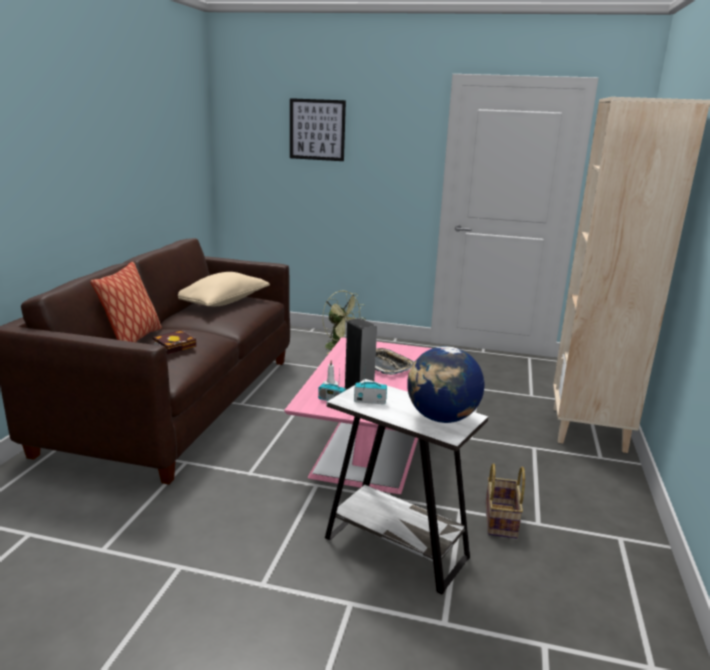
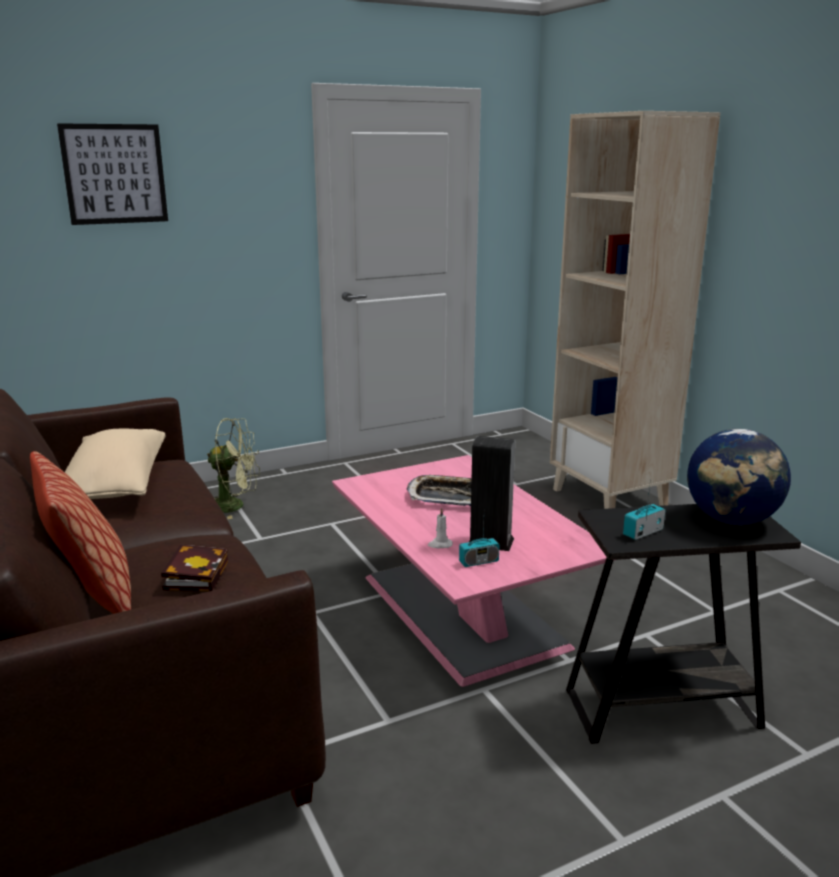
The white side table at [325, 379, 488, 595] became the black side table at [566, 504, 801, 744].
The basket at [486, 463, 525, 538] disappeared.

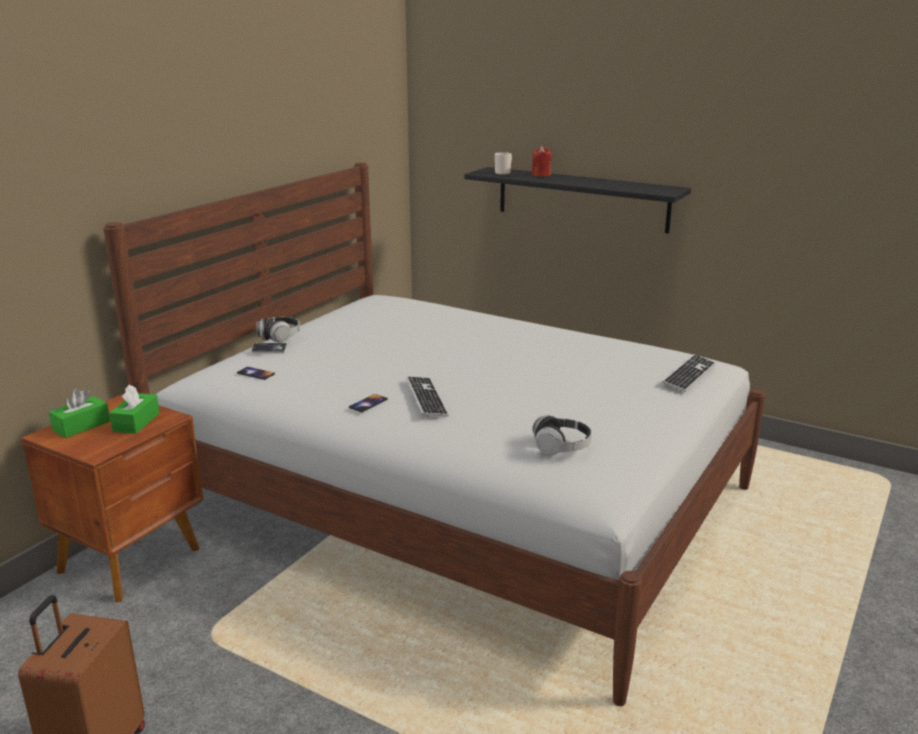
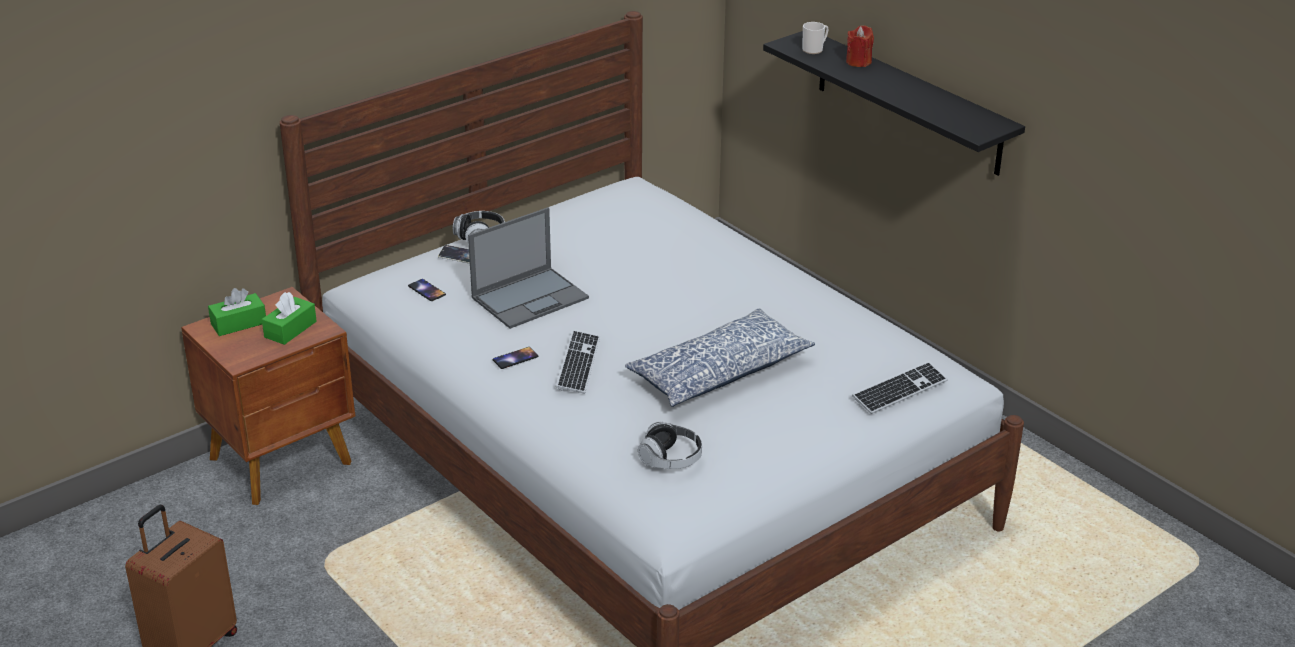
The laptop at [468, 207, 589, 329] appeared.
The pillow at [625, 309, 815, 407] appeared.

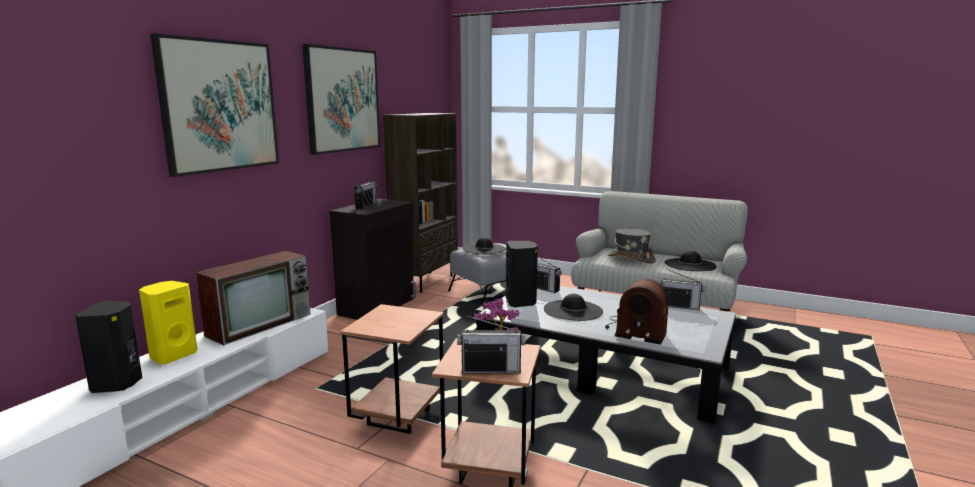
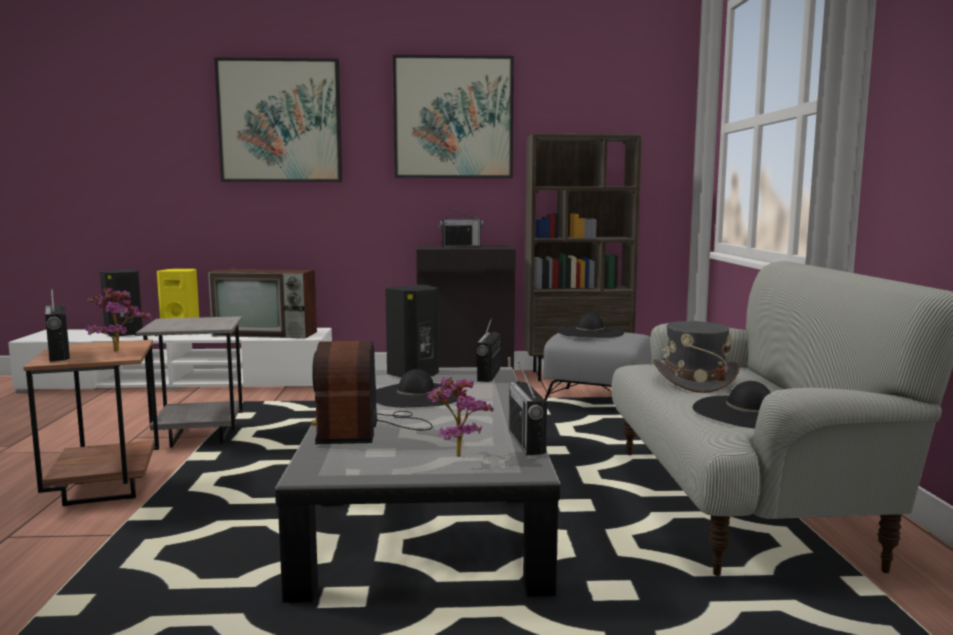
The brown side table at [340, 304, 444, 434] became the grey side table at [136, 316, 243, 448].
The potted plant at [425, 377, 494, 457] appeared.

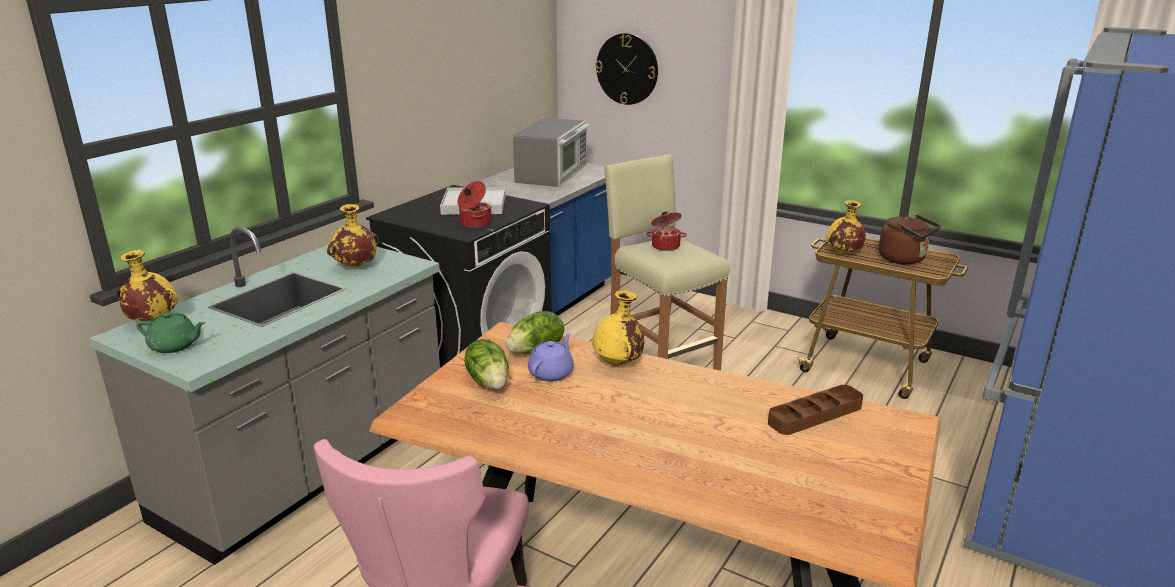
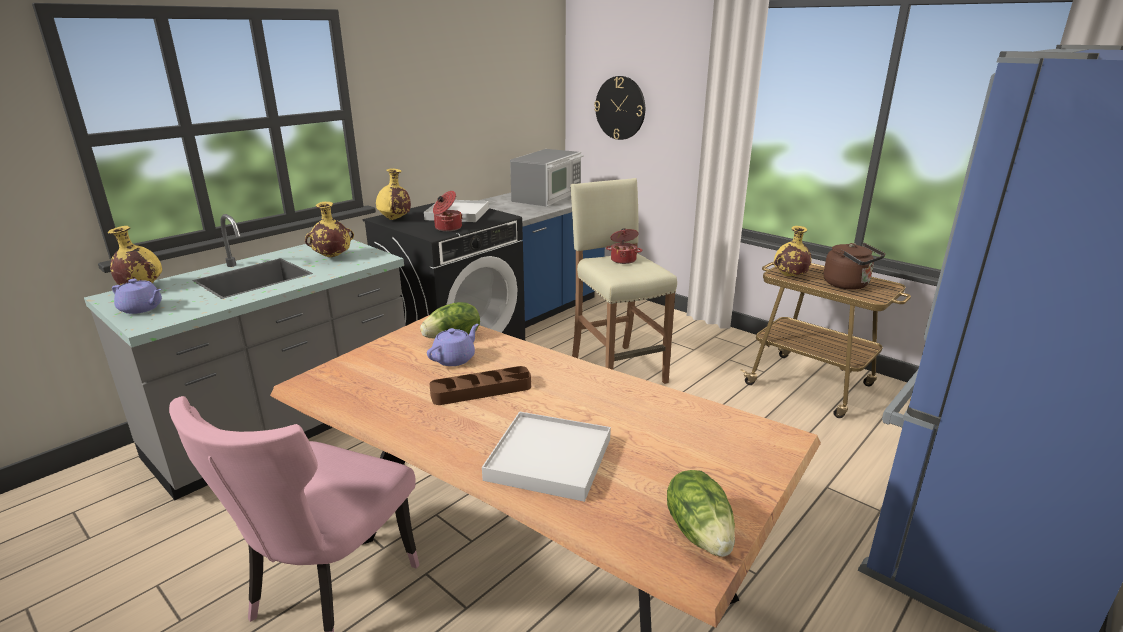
The yellow vase moved from [592, 290, 644, 366] to [376, 168, 411, 220].
The green teapot at [136, 312, 205, 353] became the purple teapot at [112, 279, 162, 314].
The lettuce moved from [464, 339, 509, 390] to [667, 470, 735, 557].
The brown tray moved from [768, 385, 863, 435] to [429, 366, 531, 405].
The white tray at [482, 412, 611, 502] appeared.

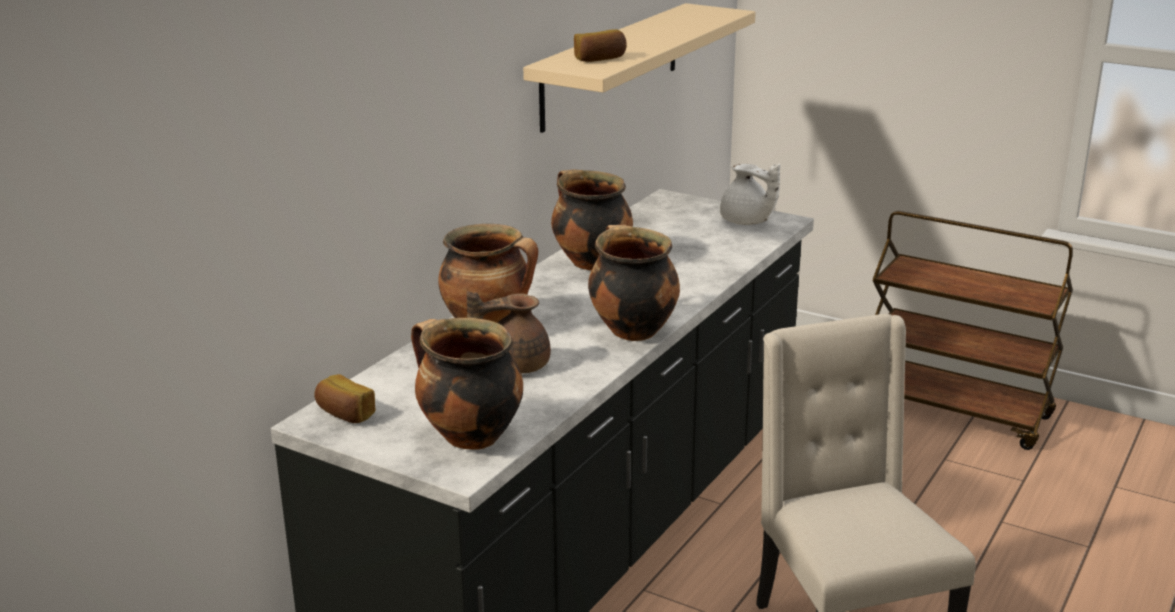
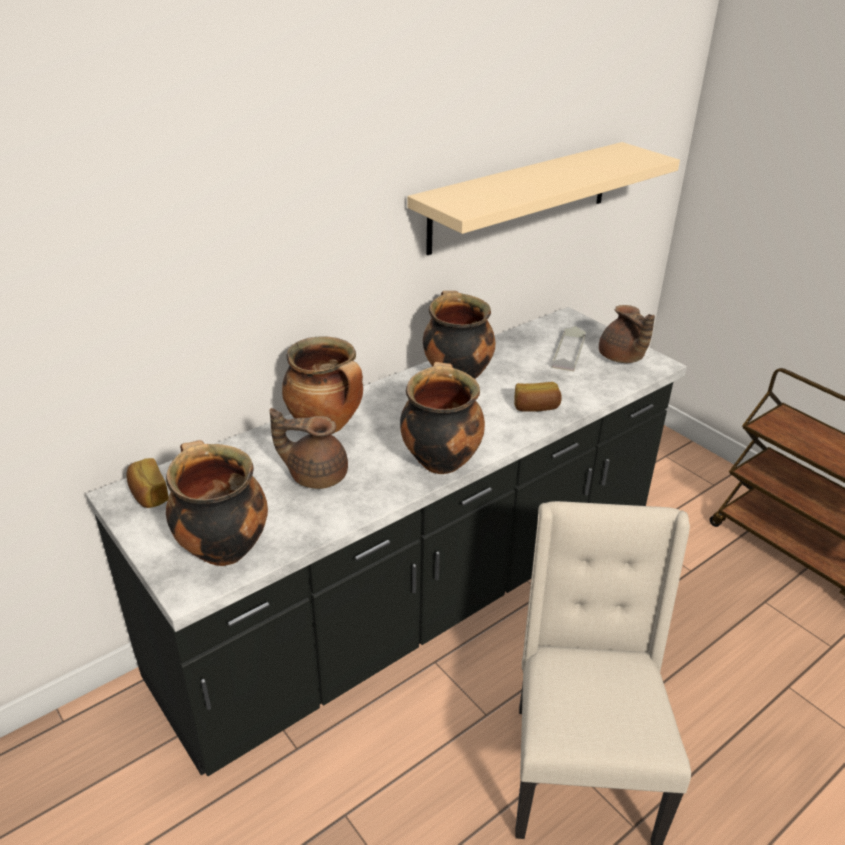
The bread moved from [574, 29, 626, 62] to [514, 382, 562, 412].
The white teapot at [720, 164, 780, 225] became the brown teapot at [599, 305, 655, 363].
The grey tray at [552, 326, 586, 371] appeared.

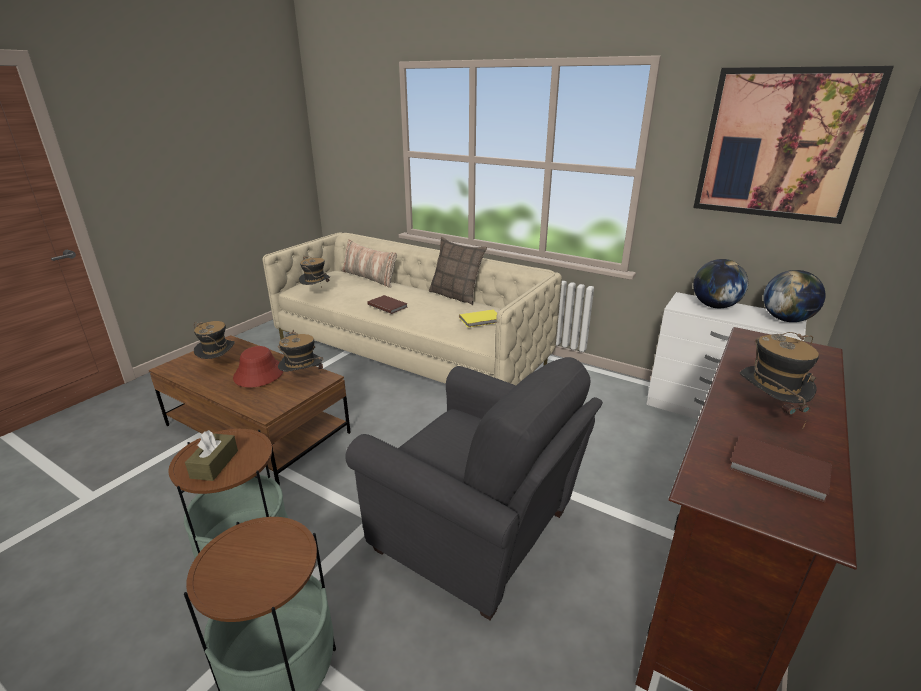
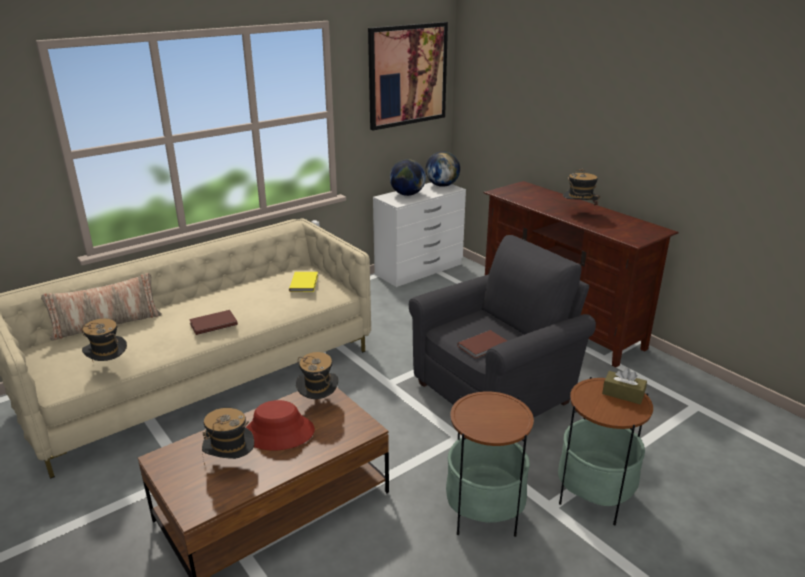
The pillow at [429, 237, 487, 305] disappeared.
The brown tissue box moved from [185, 430, 238, 481] to [602, 368, 647, 404].
The brown book moved from [728, 435, 832, 503] to [457, 330, 507, 359].

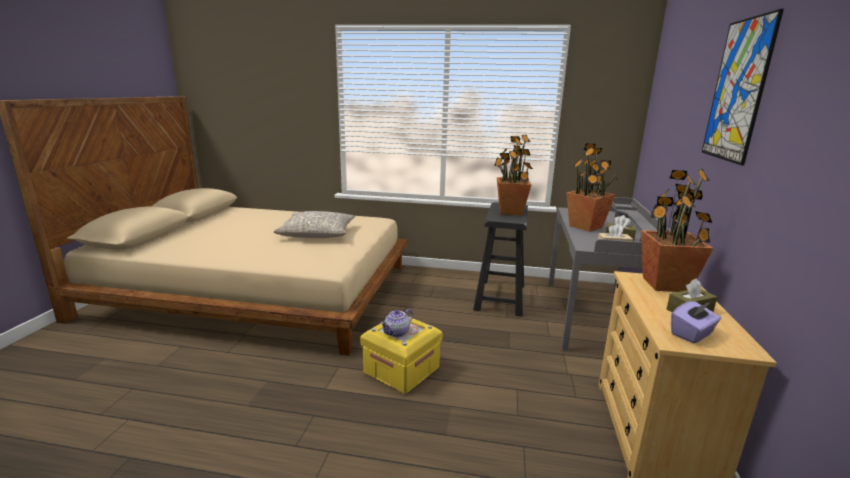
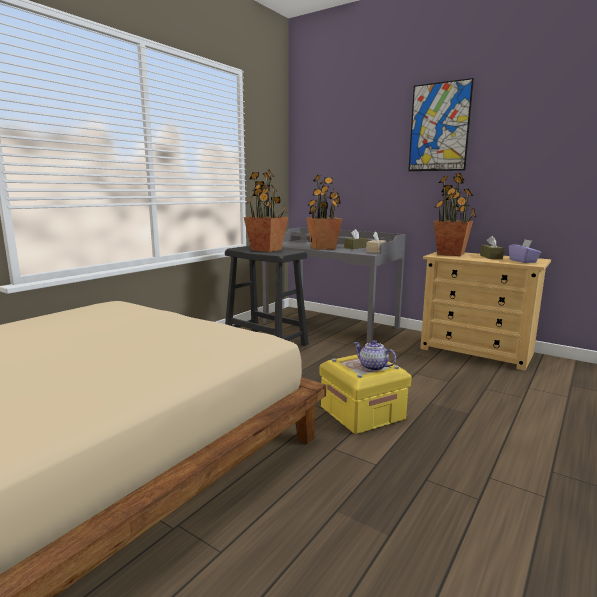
The grey pillow at [274, 211, 355, 238] disappeared.
The teapot at [380, 309, 413, 337] turned 150 degrees clockwise.

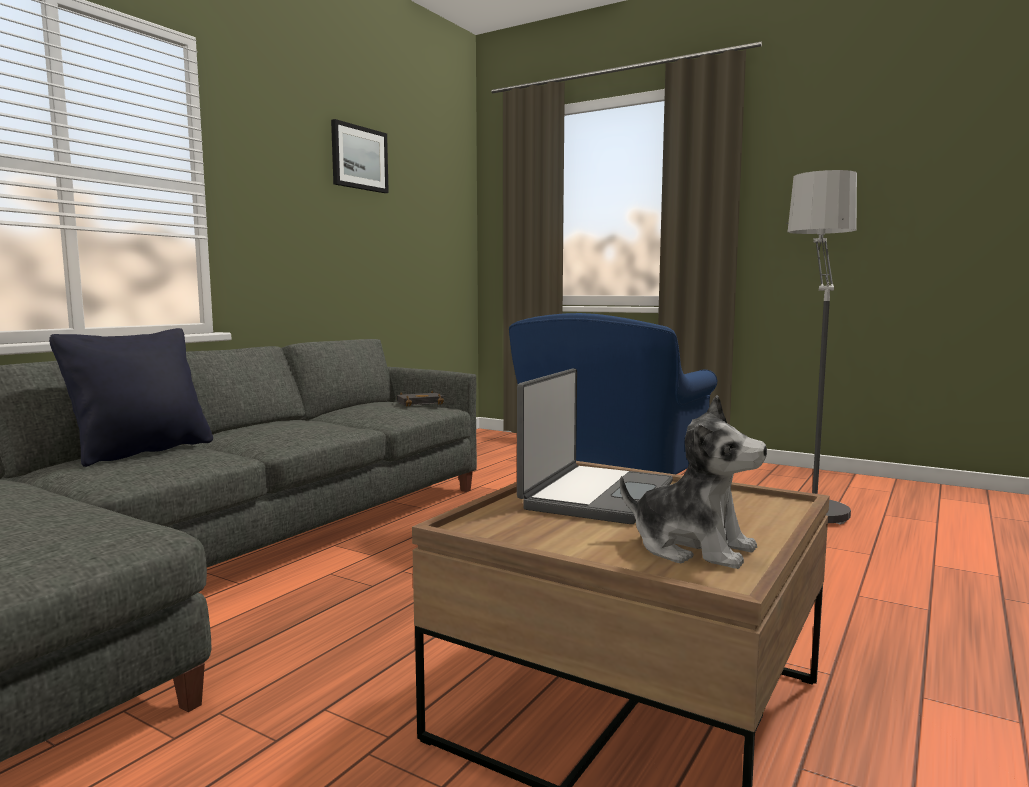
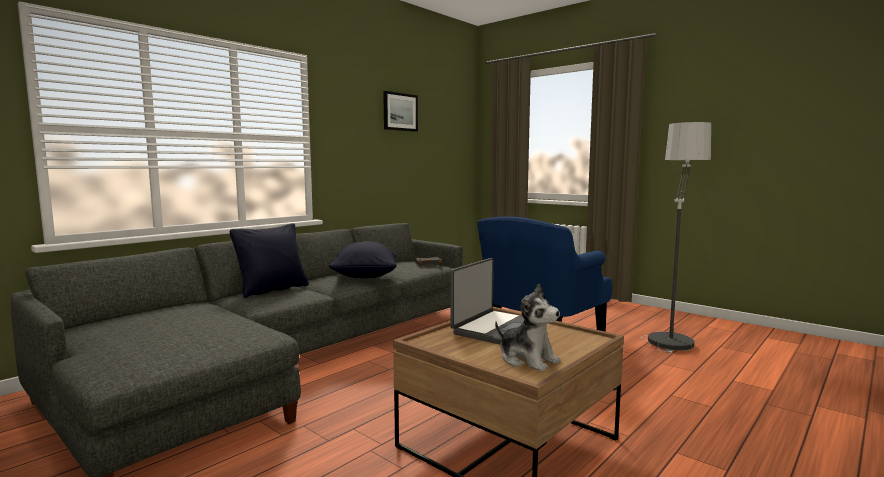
The black pillow at [329, 241, 397, 278] appeared.

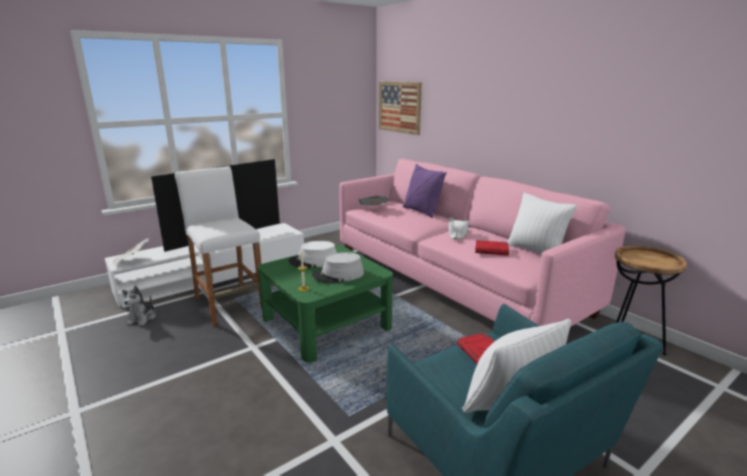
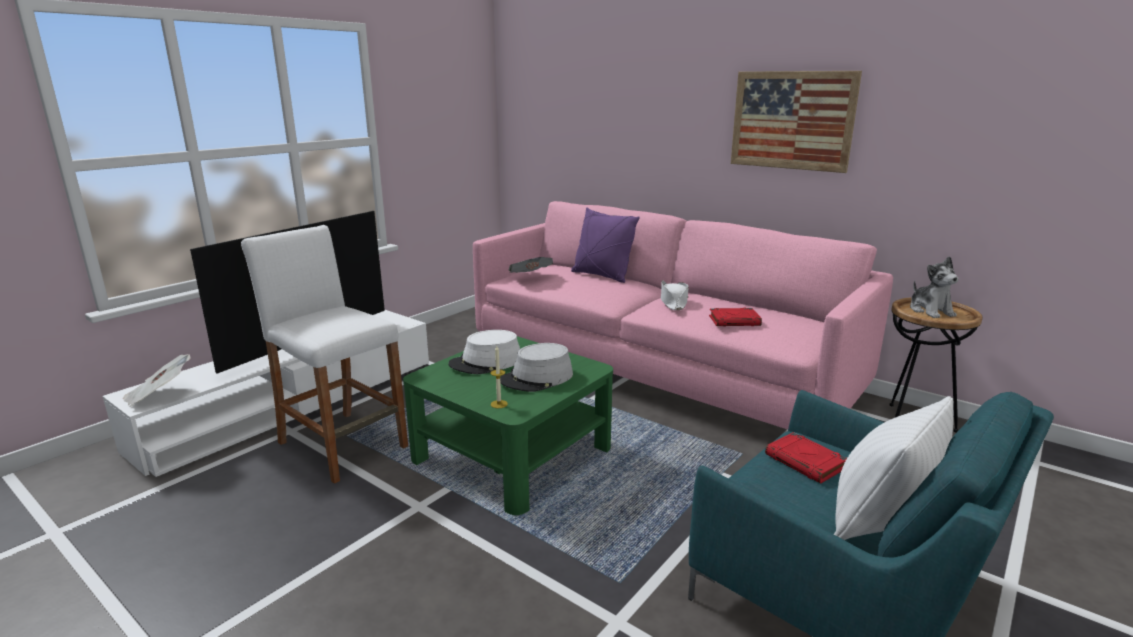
The picture moved from [379, 81, 422, 135] to [731, 71, 862, 173].
The white pillow at [507, 193, 577, 254] disappeared.
The plush toy moved from [122, 286, 156, 326] to [910, 256, 958, 318].

